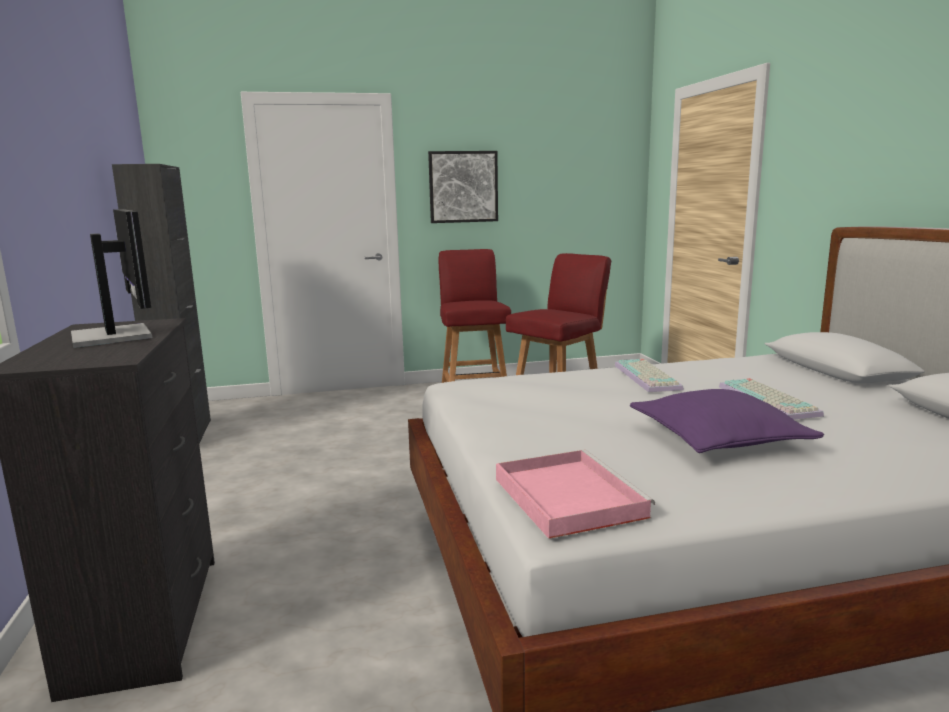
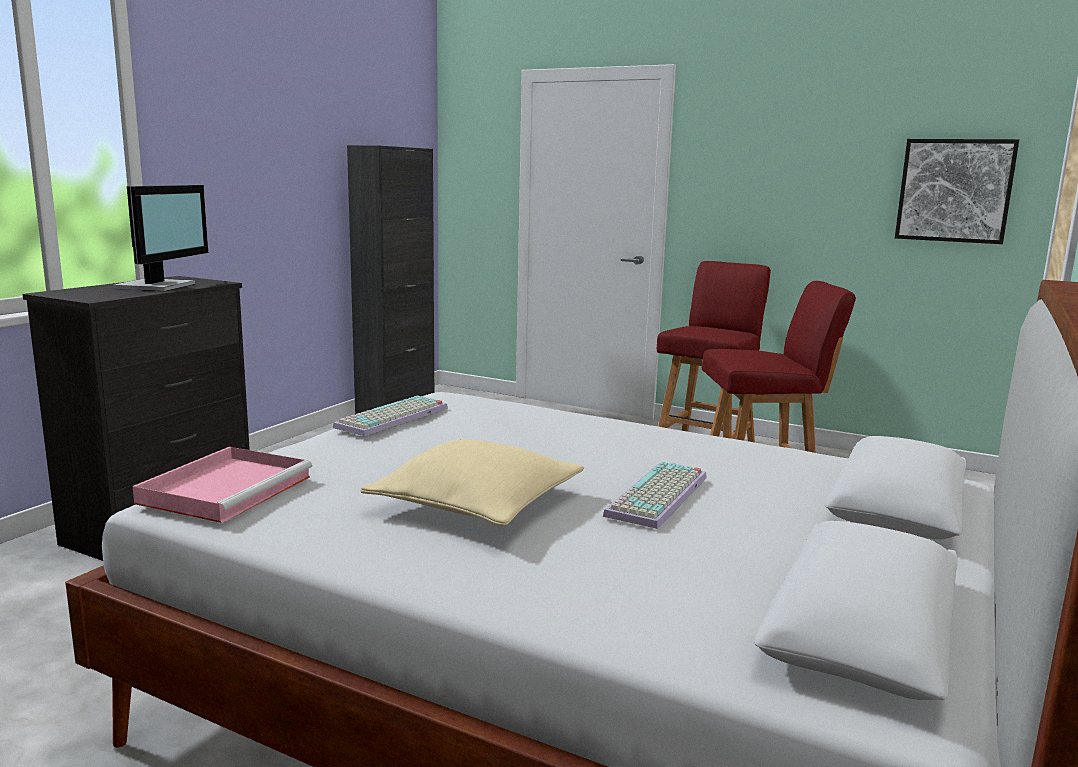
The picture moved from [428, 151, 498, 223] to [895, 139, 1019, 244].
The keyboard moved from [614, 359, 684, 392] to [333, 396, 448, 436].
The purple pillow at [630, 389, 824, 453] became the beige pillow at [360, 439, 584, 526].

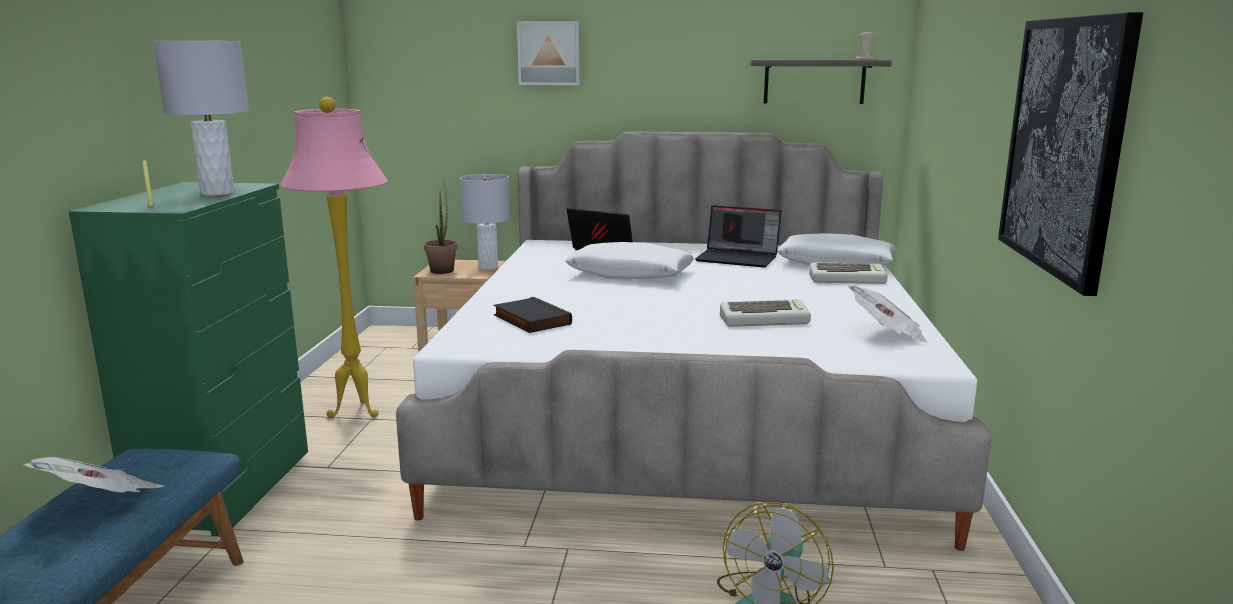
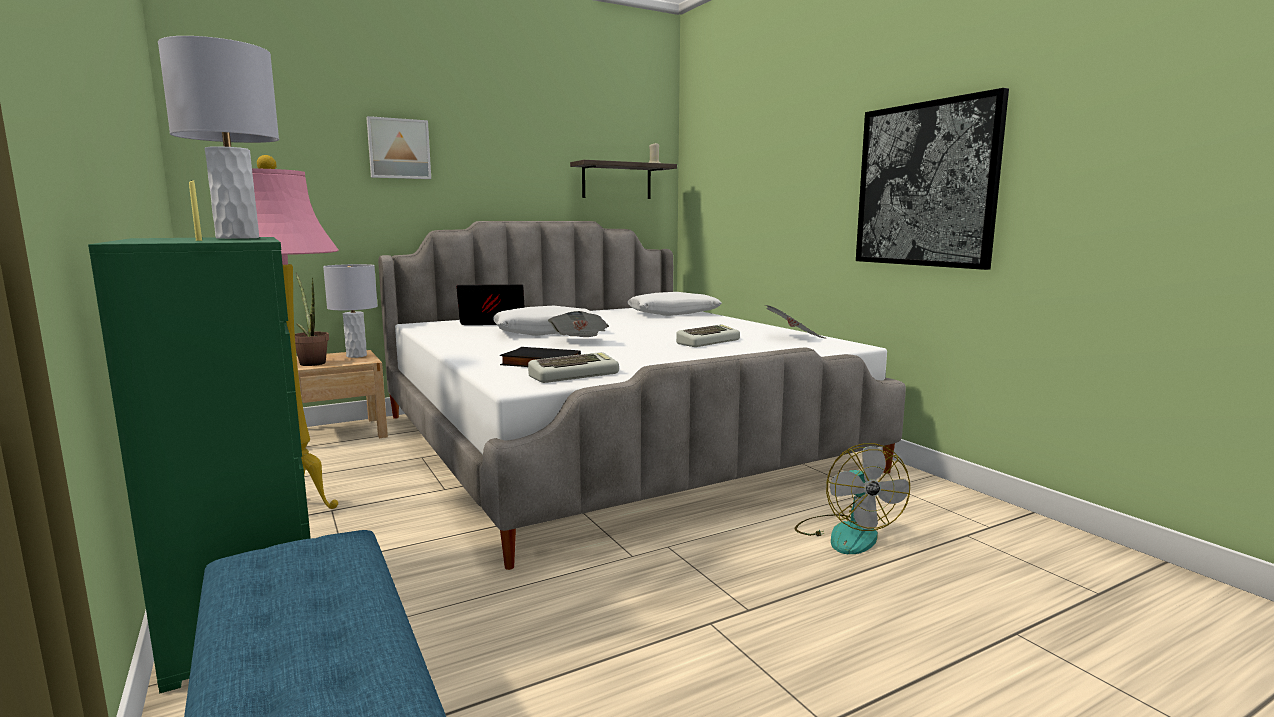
The laptop at [695, 205, 781, 267] disappeared.
The keyboard moved from [809, 262, 887, 284] to [528, 352, 619, 383].
The newspaper moved from [23, 457, 165, 493] to [548, 311, 609, 337].

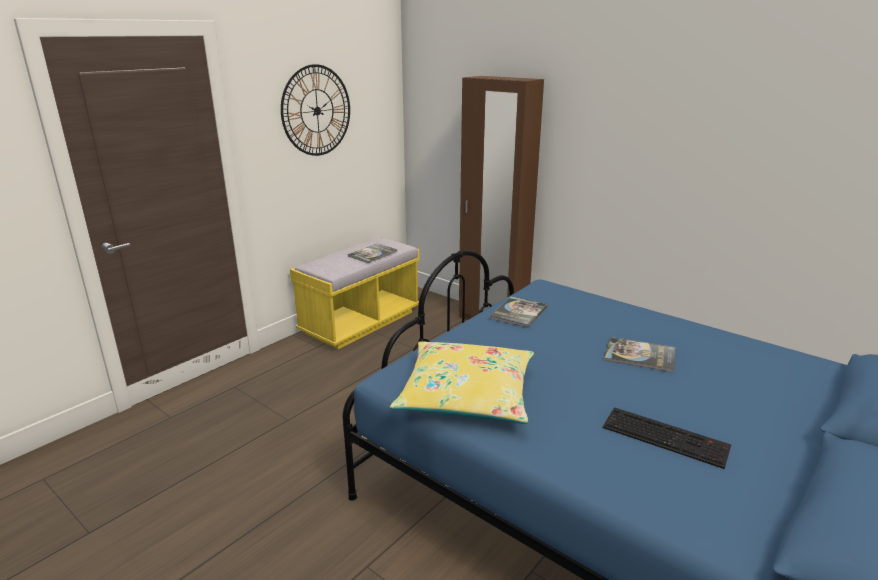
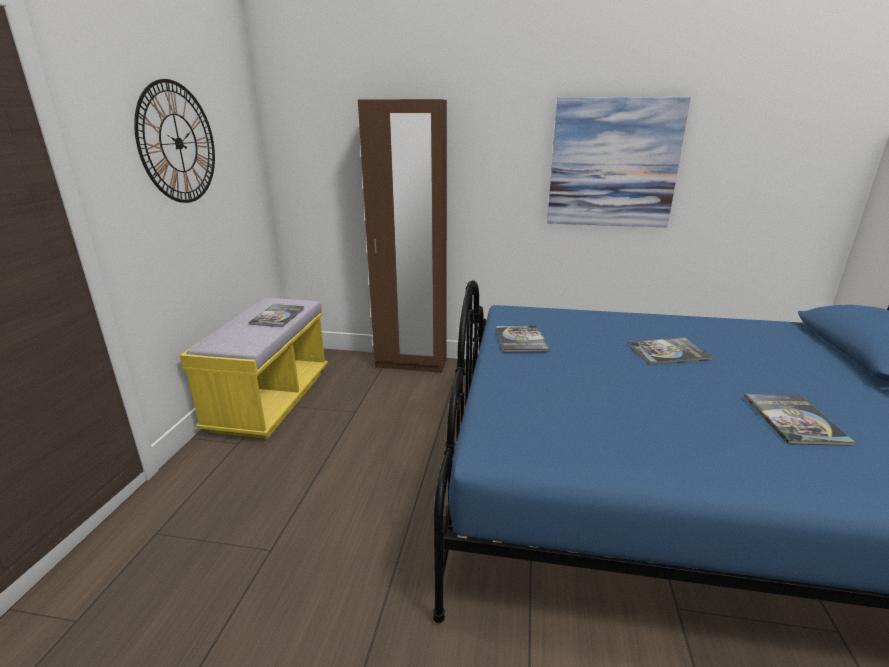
The yellow pillow at [390, 341, 534, 424] disappeared.
The keyboard at [603, 407, 731, 469] was replaced by the book at [744, 394, 854, 446].
The picture at [547, 97, 691, 227] appeared.

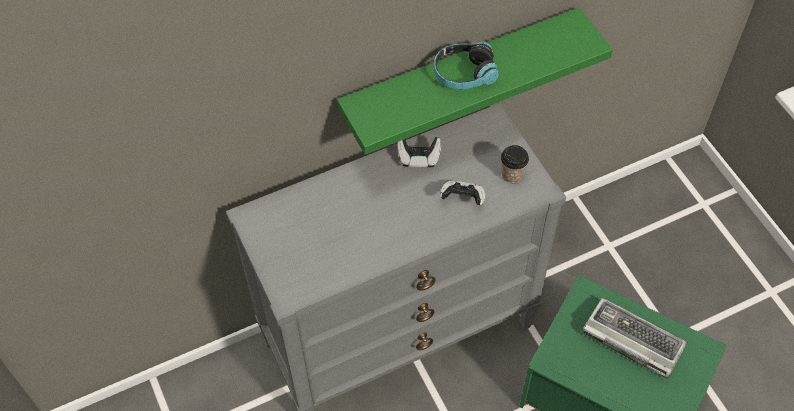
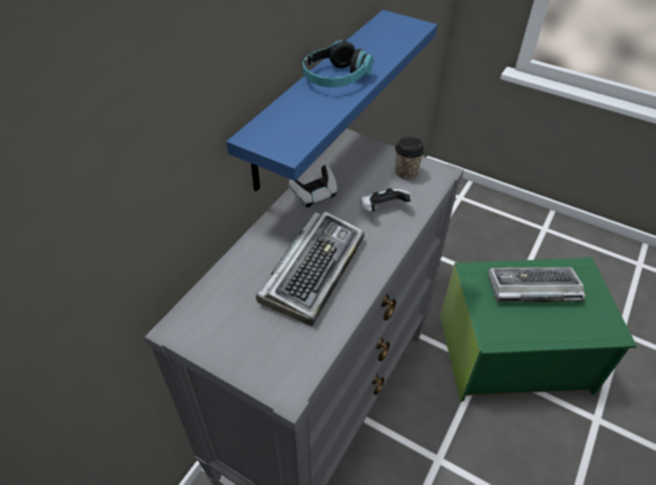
The green shelf at [337, 7, 613, 155] became the blue shelf at [226, 10, 437, 191].
The keyboard at [256, 211, 365, 326] appeared.

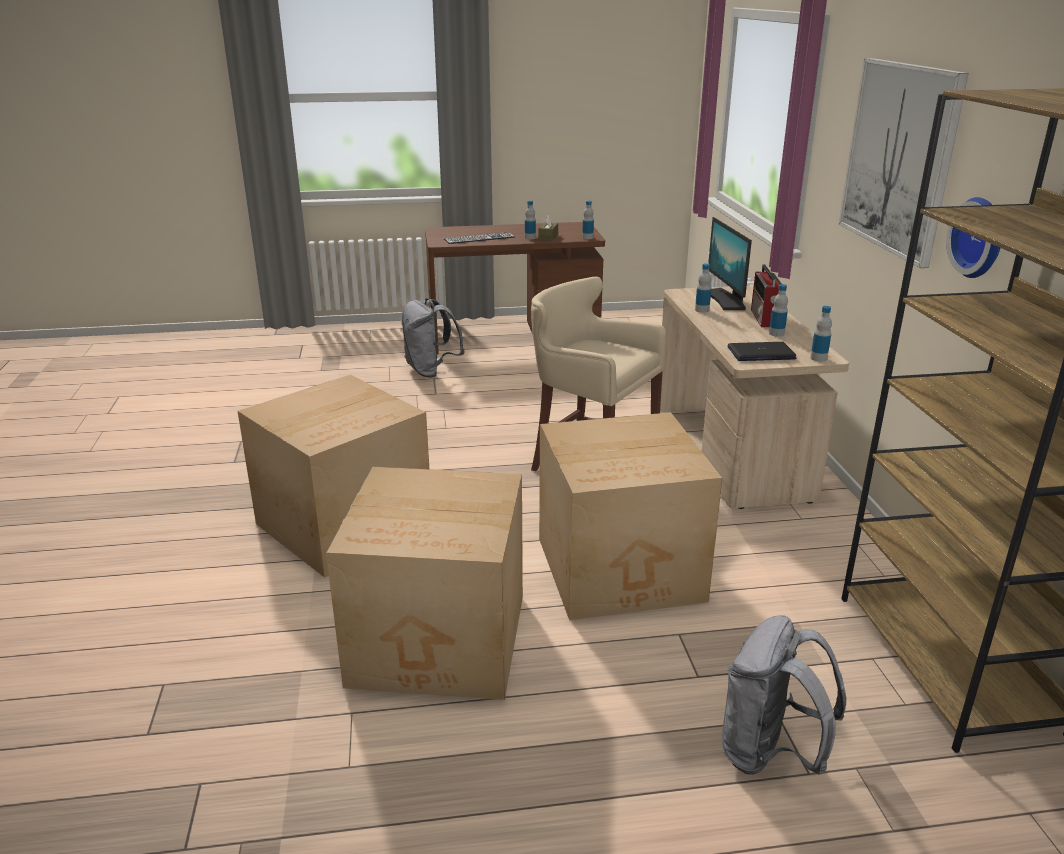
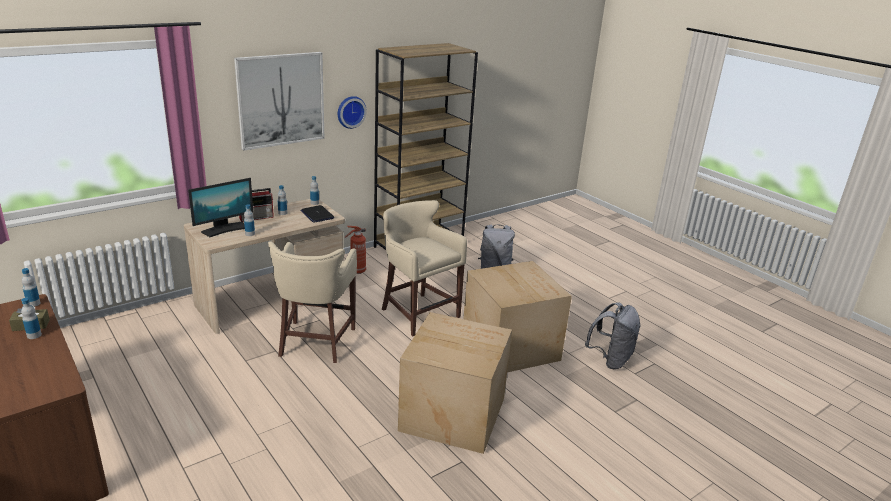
The keyboard at [444, 232, 515, 244] disappeared.
The grey backpack moved from [402, 298, 465, 378] to [585, 302, 641, 369].
The cardboard box at [539, 412, 722, 620] was replaced by the beige stool at [382, 200, 467, 336].
The fire extinguisher at [344, 226, 366, 274] appeared.

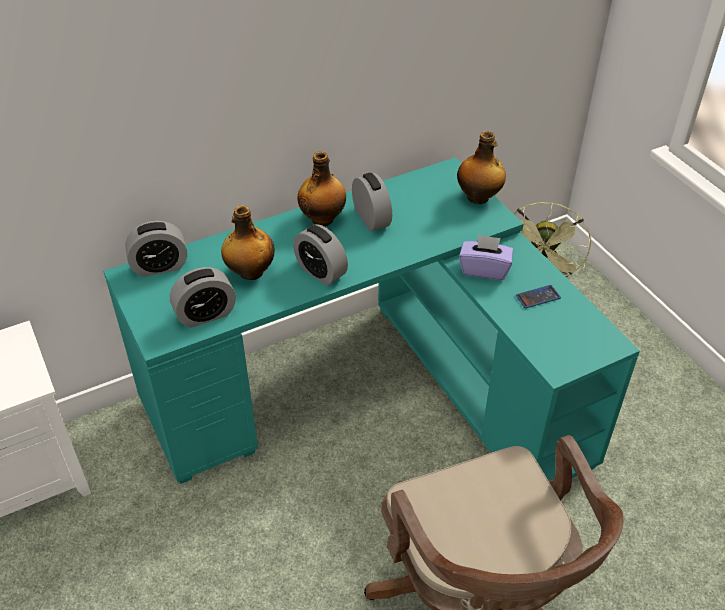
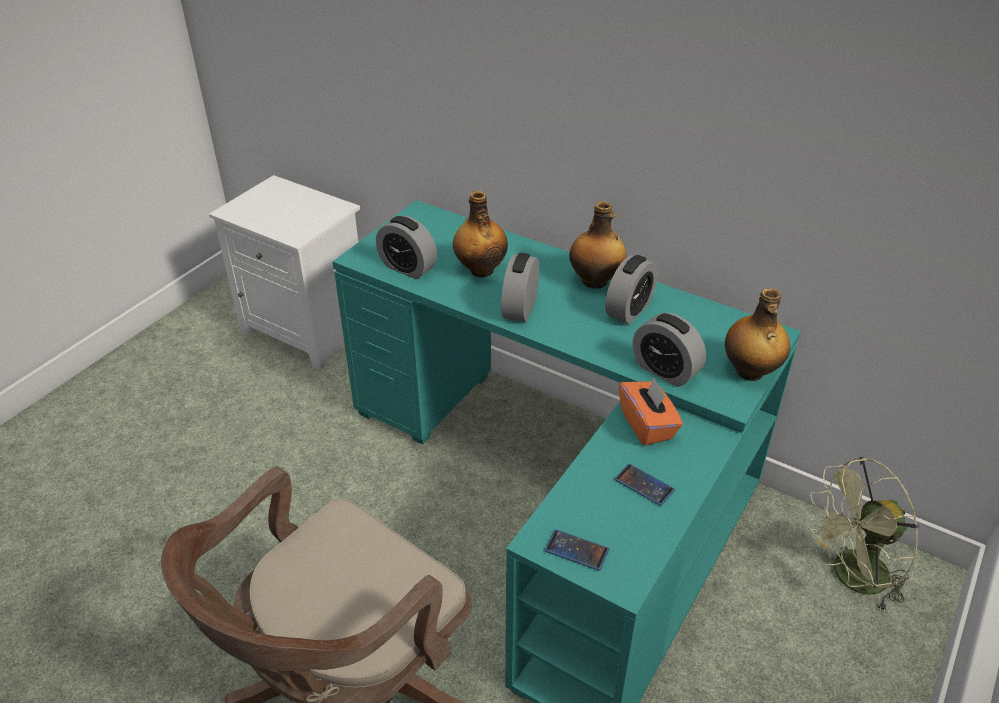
The alarm clock moved from [125, 221, 187, 277] to [633, 313, 706, 387].
The purple tissue box at [459, 234, 513, 280] became the orange tissue box at [619, 377, 683, 446].
The phone at [544, 529, 609, 571] appeared.

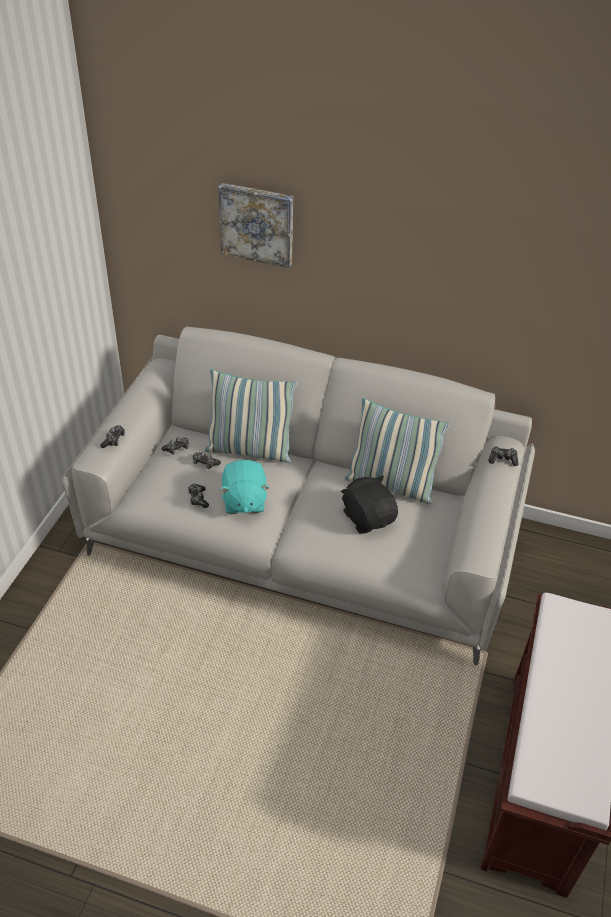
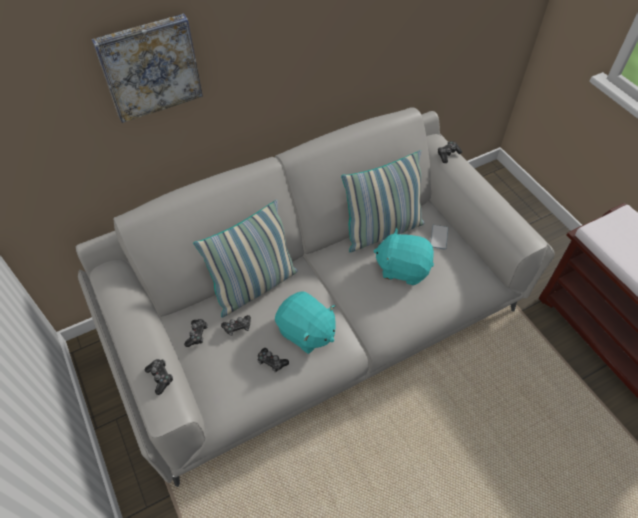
The black plush toy at [341, 476, 398, 534] became the turquoise plush toy at [373, 228, 434, 285].
The phone at [430, 225, 448, 250] appeared.

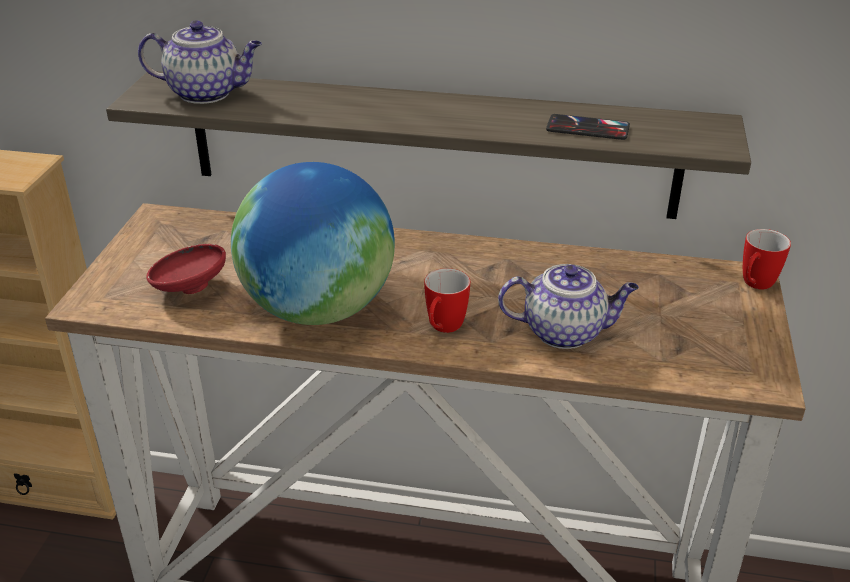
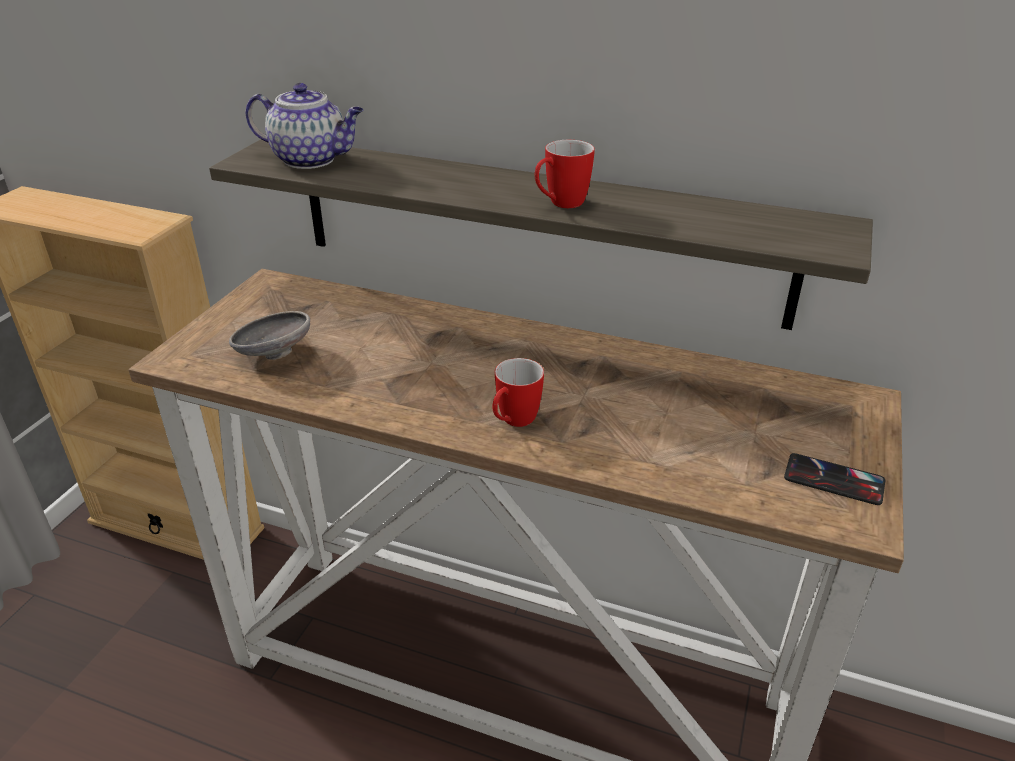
The phone moved from [546, 114, 630, 140] to [784, 453, 885, 505].
The globe at [231, 162, 395, 325] disappeared.
The mug moved from [743, 229, 791, 290] to [535, 140, 595, 208].
The red bowl at [146, 244, 226, 294] became the grey bowl at [229, 311, 310, 360].
The teapot at [498, 264, 639, 349] disappeared.

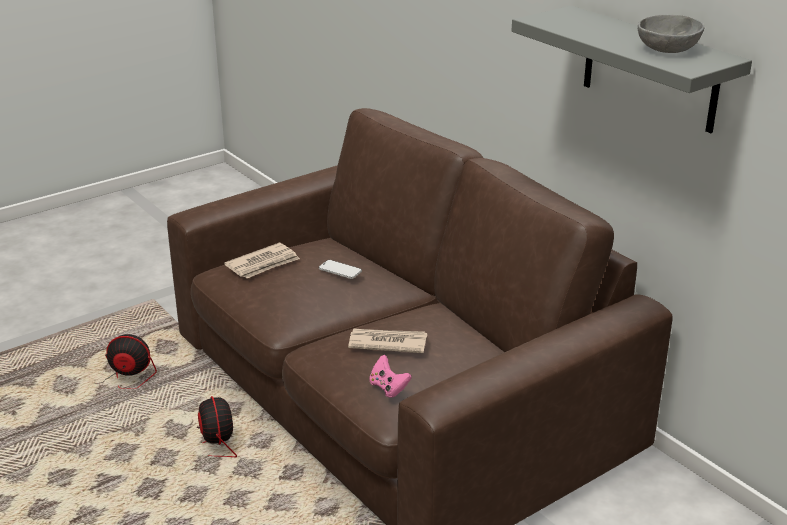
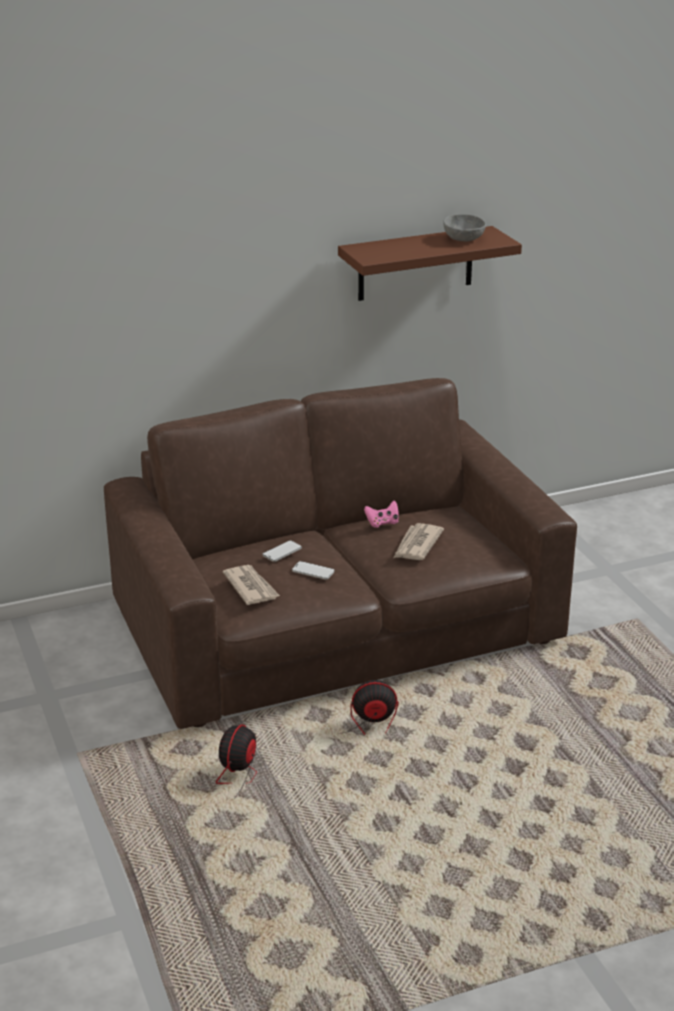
The grey shelf at [512, 6, 752, 133] became the brown shelf at [338, 226, 522, 301].
The pink game controller moved from [369, 355, 412, 398] to [364, 501, 399, 528].
The phone at [292, 561, 335, 580] appeared.

